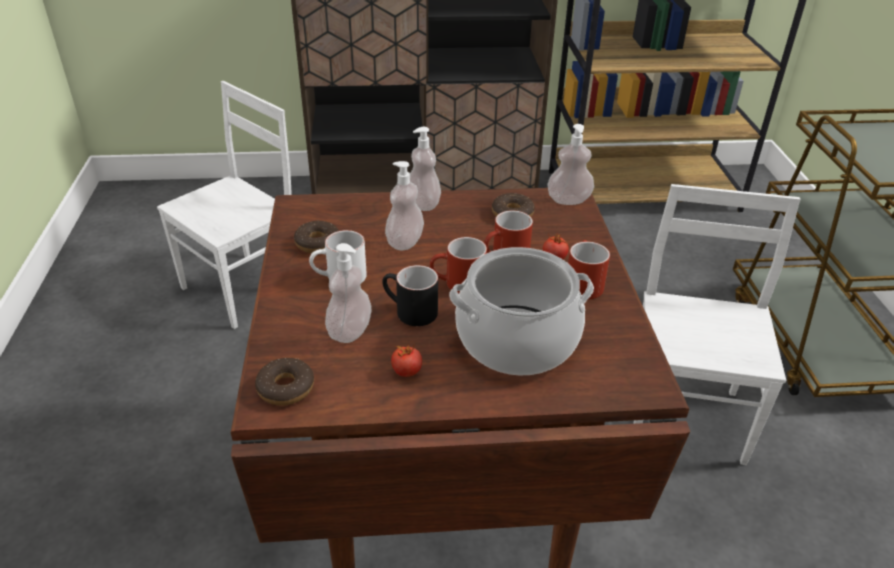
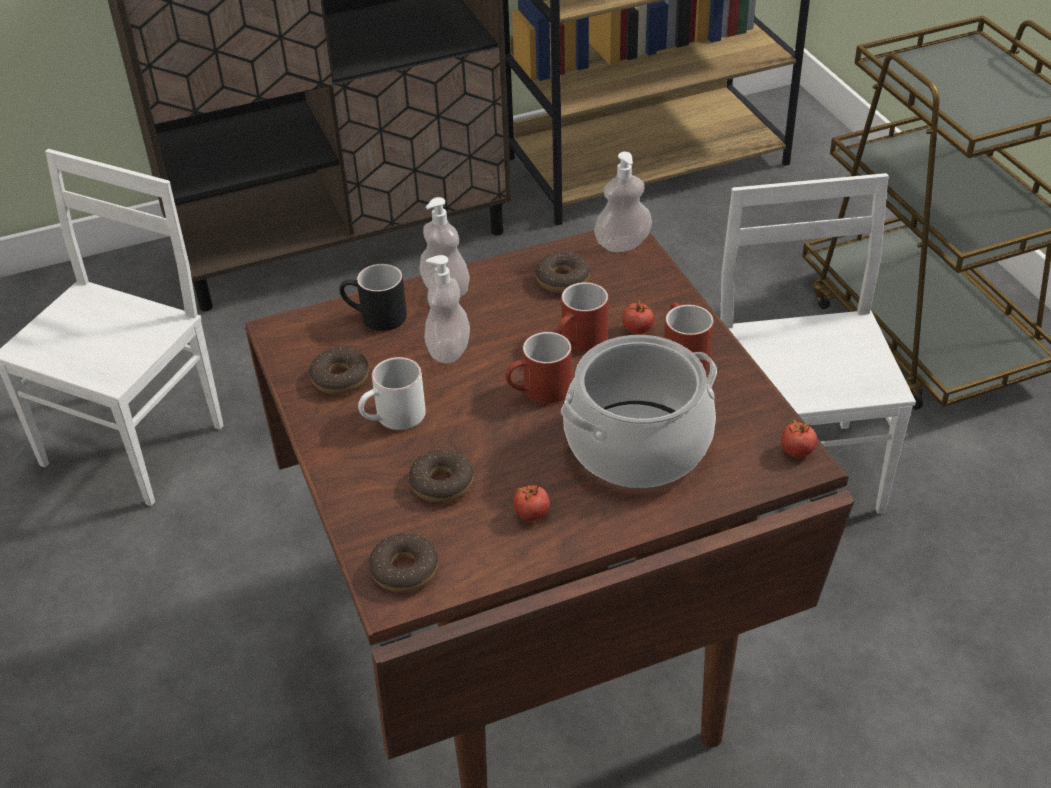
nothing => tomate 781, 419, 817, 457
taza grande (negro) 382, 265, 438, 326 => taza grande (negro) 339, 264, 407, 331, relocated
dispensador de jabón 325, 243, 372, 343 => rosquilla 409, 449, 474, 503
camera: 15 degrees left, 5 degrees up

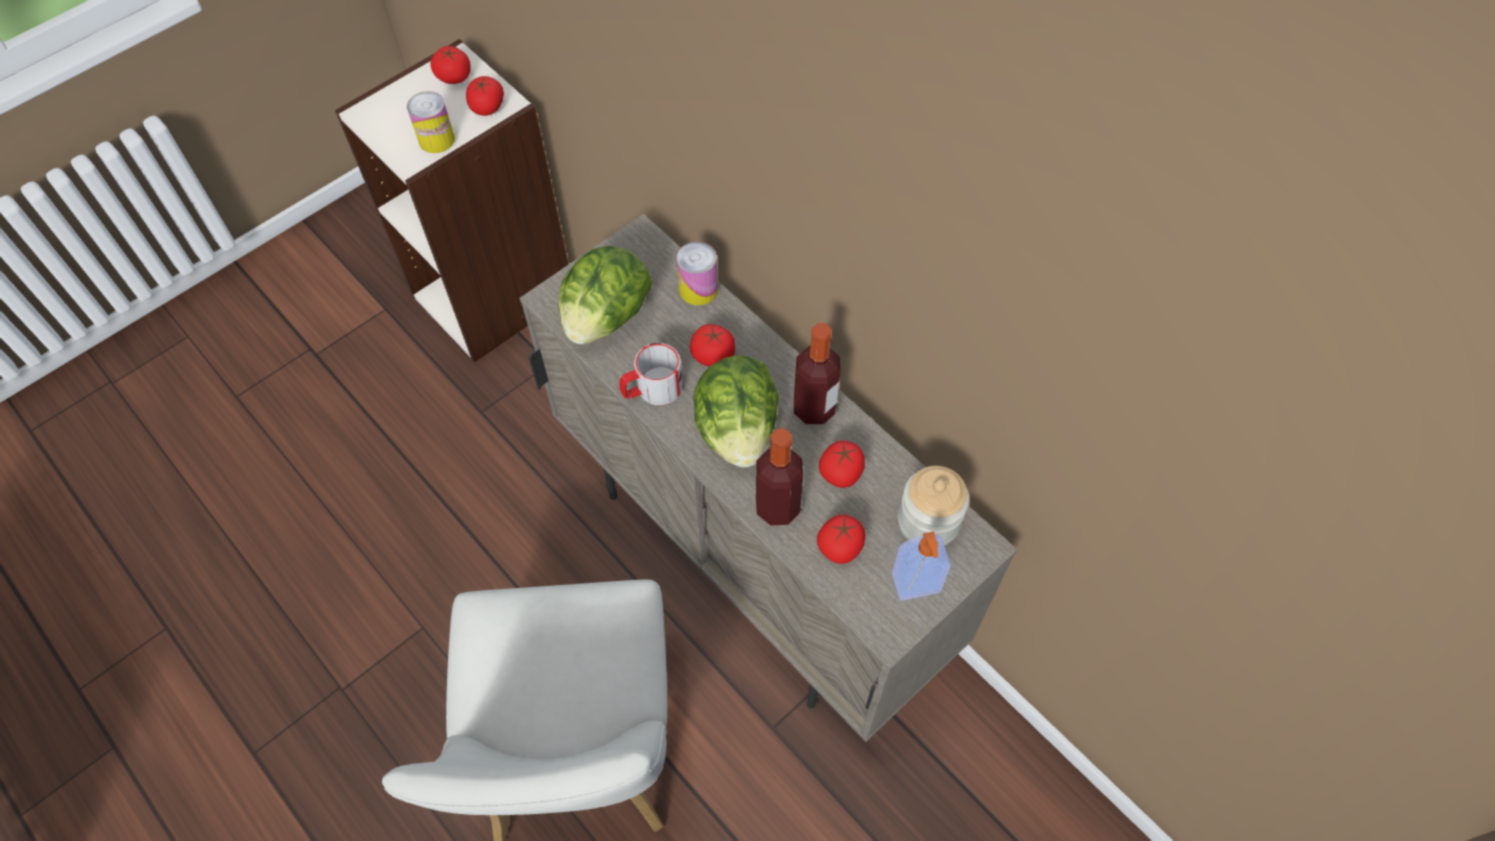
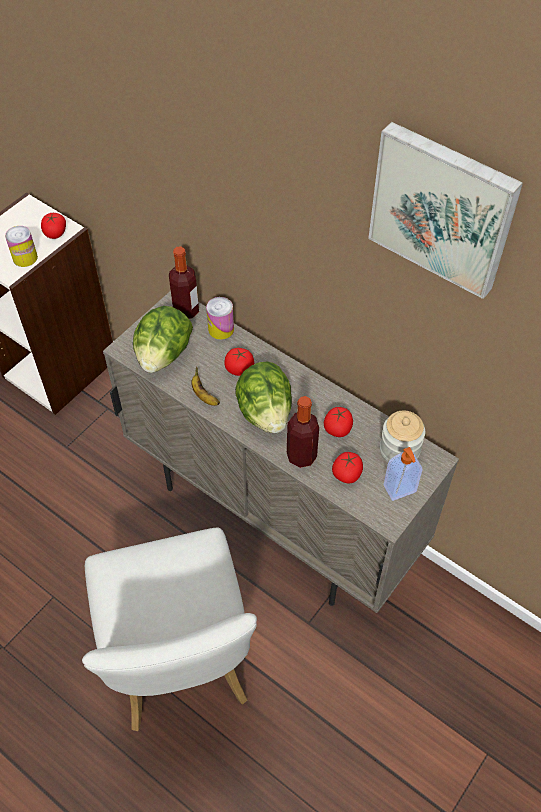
tomate 430, 46, 471, 84 => nothing
nothing => cuadro 368, 122, 523, 299
botella 794, 323, 840, 425 => botella 169, 246, 199, 319, relocated
taza grande 619, 343, 683, 405 => plátano 191, 366, 220, 406
camera: 10 degrees left, 5 degrees down

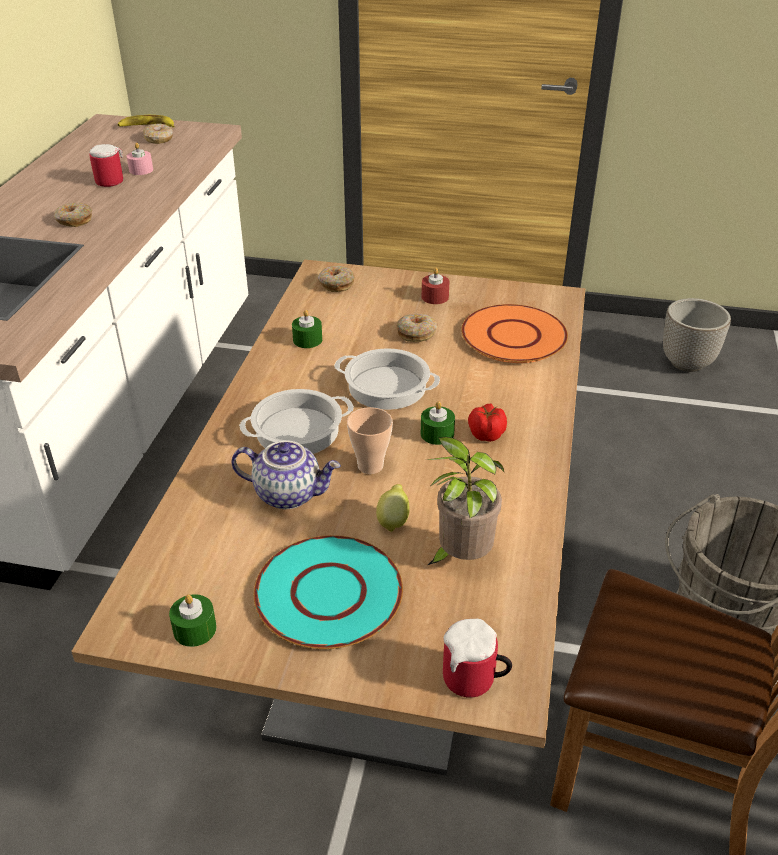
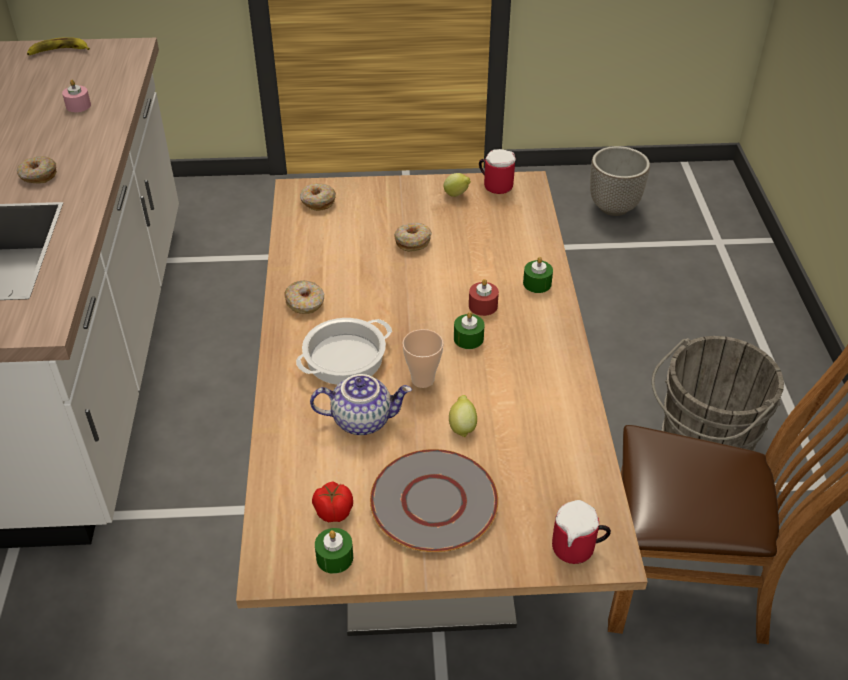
olla 334, 348, 440, 410 => nothing
planta en maceta 428, 437, 505, 565 => nothing
plato (naranja) 461, 304, 568, 363 => nothing
nothing => limón 443, 173, 471, 197
taza grande 89, 144, 123, 187 => taza grande 479, 149, 516, 194, relocated
rosquilla 143, 124, 173, 144 => rosquilla 284, 281, 324, 314, relocated
vela (verde) 292, 310, 322, 348 => vela (verde) 523, 257, 553, 293, relocated
vela (rojo) 422, 268, 449, 304 => vela (rojo) 469, 279, 499, 316, relocated
tomate 468, 404, 507, 442 => tomate 312, 481, 353, 523, relocated
plato (turquesa) 254, 535, 403, 649 => plato (gris) 370, 449, 498, 552
camera: 15 degrees left, 5 degrees up

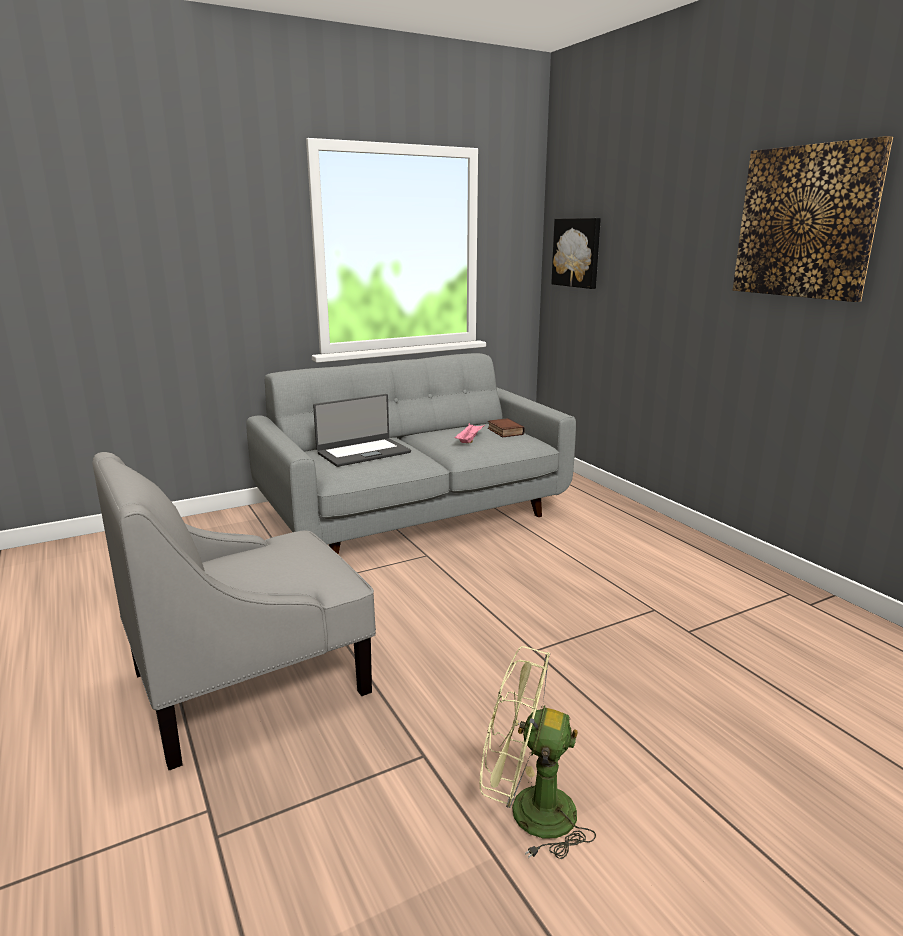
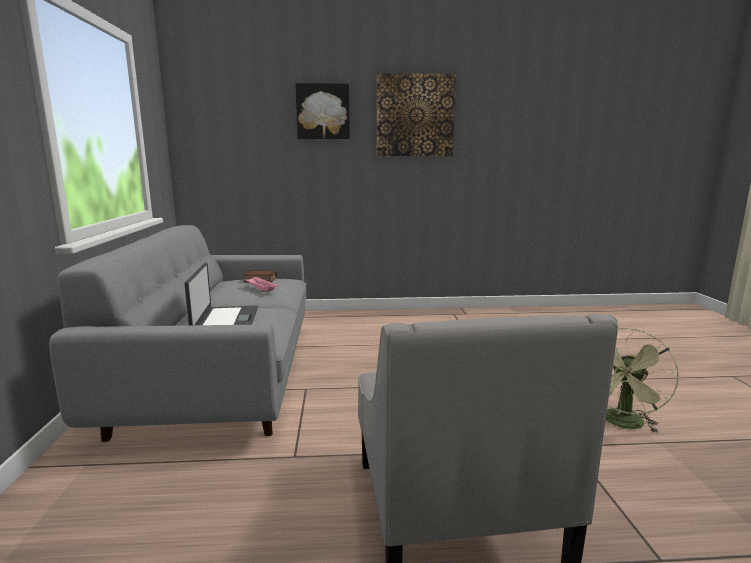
cuadro 551, 218, 601, 289 => cuadro 295, 83, 350, 139, relocated
camera: 65 degrees left, 5 degrees down

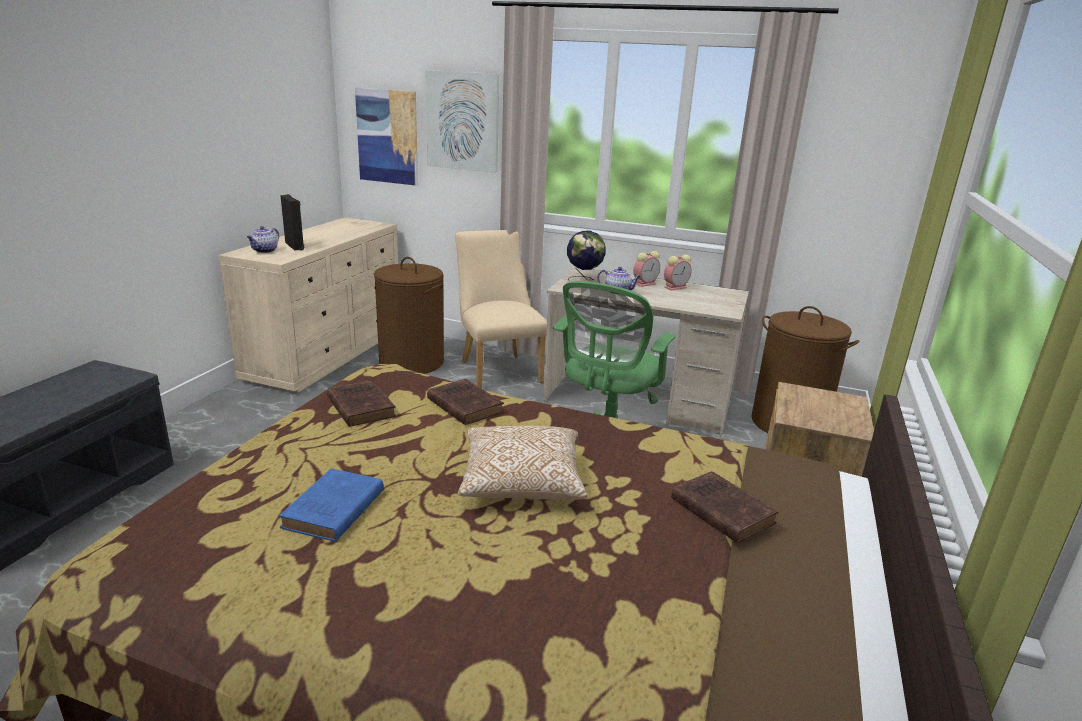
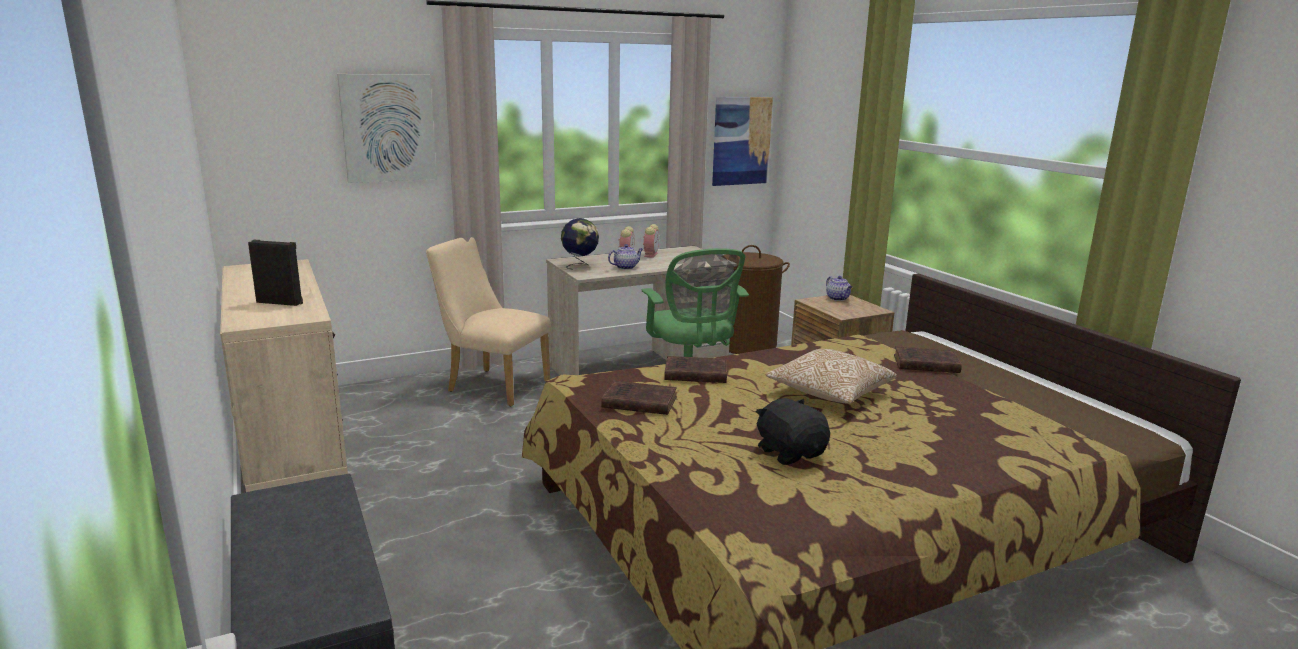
cesto de la ropa (marrón) 374, 257, 444, 374 => nothing
tetera 247, 226, 279, 253 => tetera 826, 276, 852, 301, relocated
cuadro 355, 88, 418, 186 => cuadro 712, 97, 773, 186, relocated
libro (azul) 279, 468, 384, 542 => peluche (negro) 756, 398, 830, 465
camera: 45 degrees left, 5 degrees down

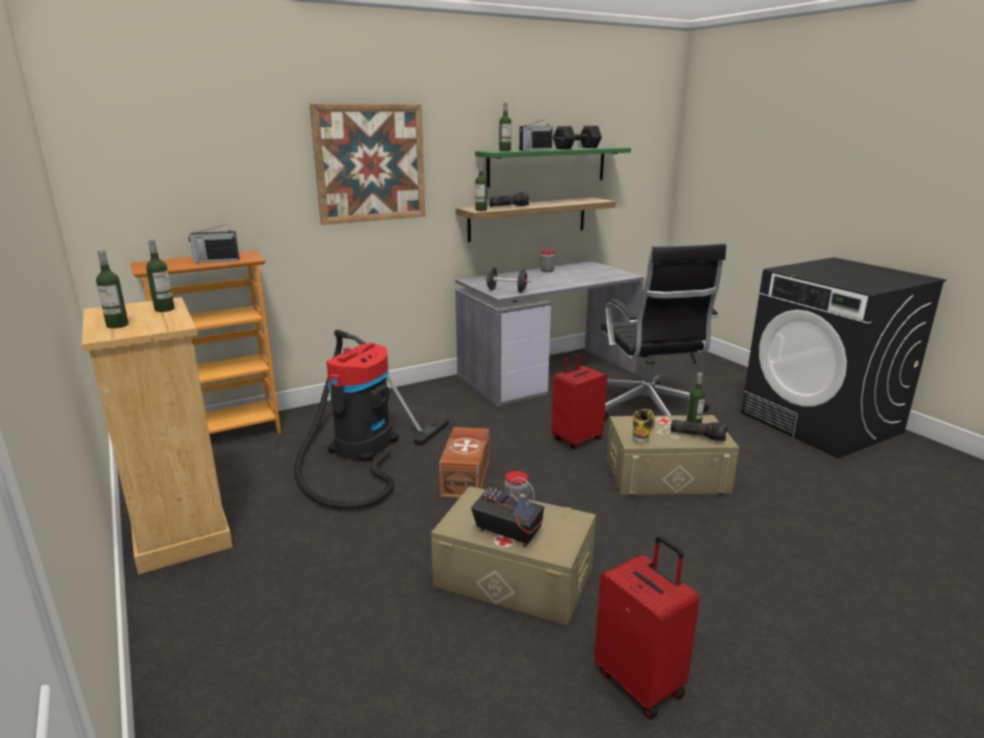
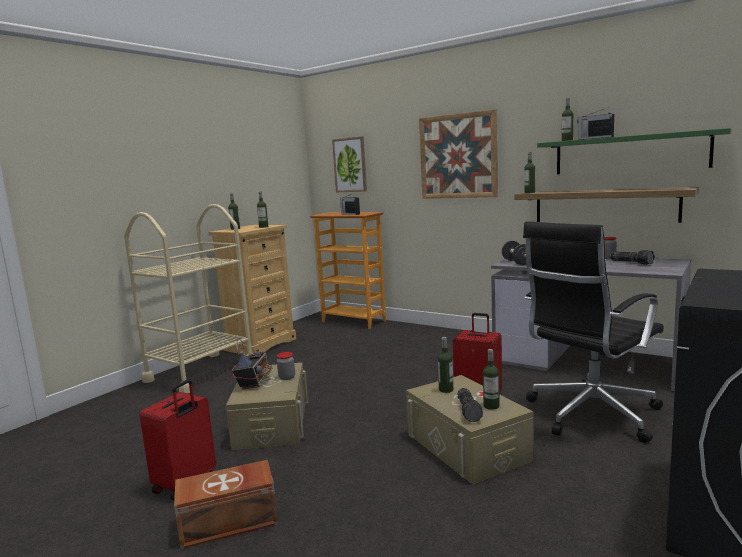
aspiradora 294, 330, 449, 510 => nothing
mancuerna (negro) 553, 126, 602, 149 => nothing
nothing => carrito (beis) 124, 204, 252, 394
nothing => cuadro 332, 137, 367, 192
caja de almacenaje (marrón) 439, 427, 489, 498 => caja de almacenaje (marrón) 174, 460, 278, 549, relocated
linterna 489, 192, 529, 207 => linterna 610, 250, 655, 265, relocated
bota 632, 409, 655, 444 => botella 438, 337, 453, 393
camera: 65 degrees right, 10 degrees down

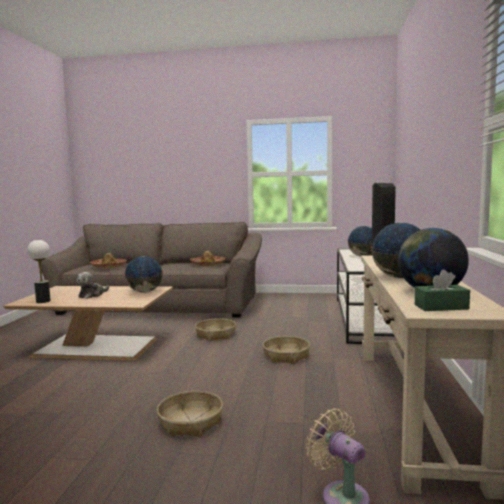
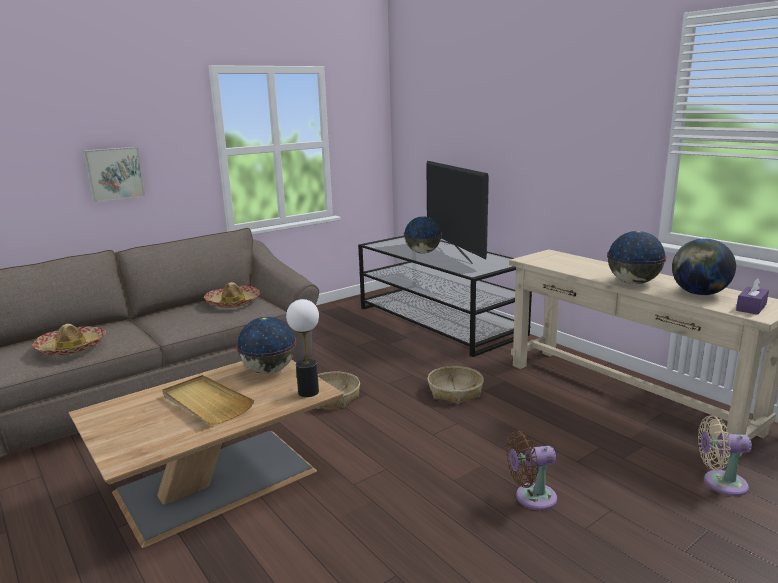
nothing => cuadro 83, 147, 145, 202
lámpara de mesa 27, 240, 51, 303 => lámpara de mesa 286, 299, 319, 397, relocated
peluche 77, 272, 109, 299 => bandeja (beis) 162, 375, 254, 424
cesta 157, 391, 223, 437 => ventilador (marrón) 506, 431, 557, 510
caja de pañuelos (verde) 415, 269, 470, 311 => caja de pañuelos (morado) 736, 278, 769, 315
camera: 45 degrees left, 10 degrees up

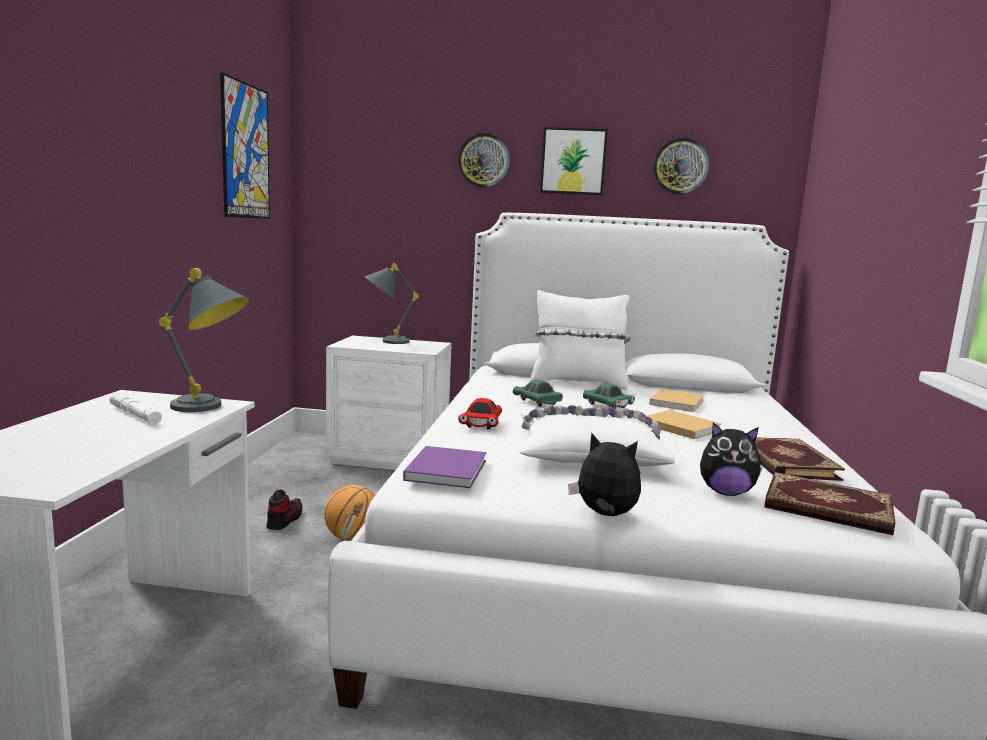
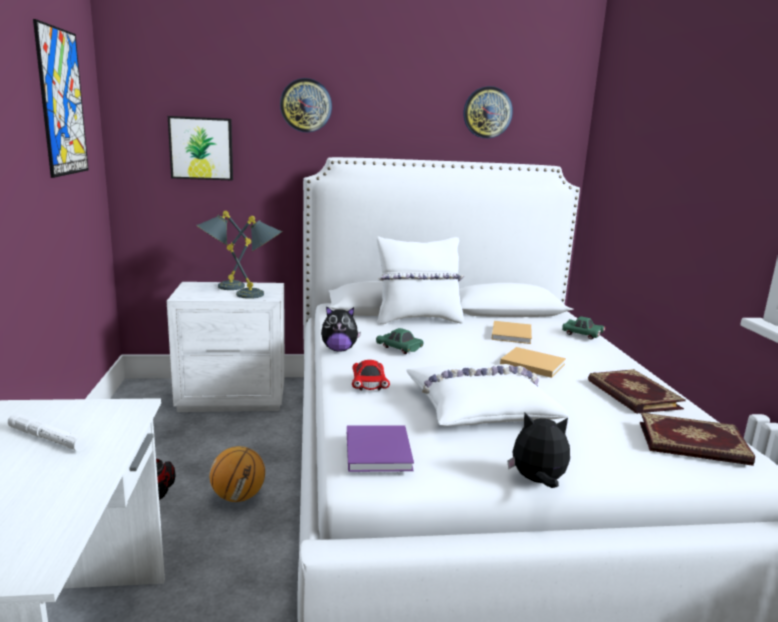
lámpara de mesa (gris) 159, 268, 249, 412 => lámpara de mesa (gris) 227, 216, 282, 299, relocated
cuadro 540, 127, 608, 195 => cuadro 168, 116, 233, 180, relocated
coche de juguete (verde) 583, 383, 635, 408 => coche de juguete (verde) 562, 316, 605, 340, relocated
peluche 700, 422, 763, 496 => peluche 321, 306, 361, 352, relocated
camera: 15 degrees left, 5 degrees up

